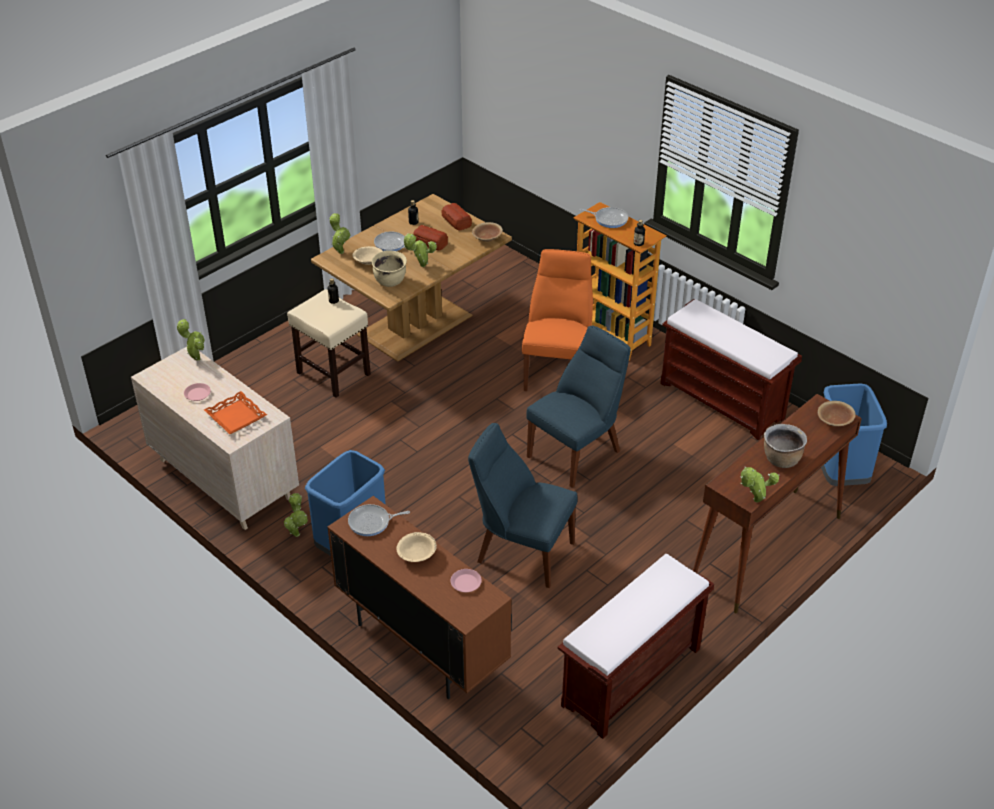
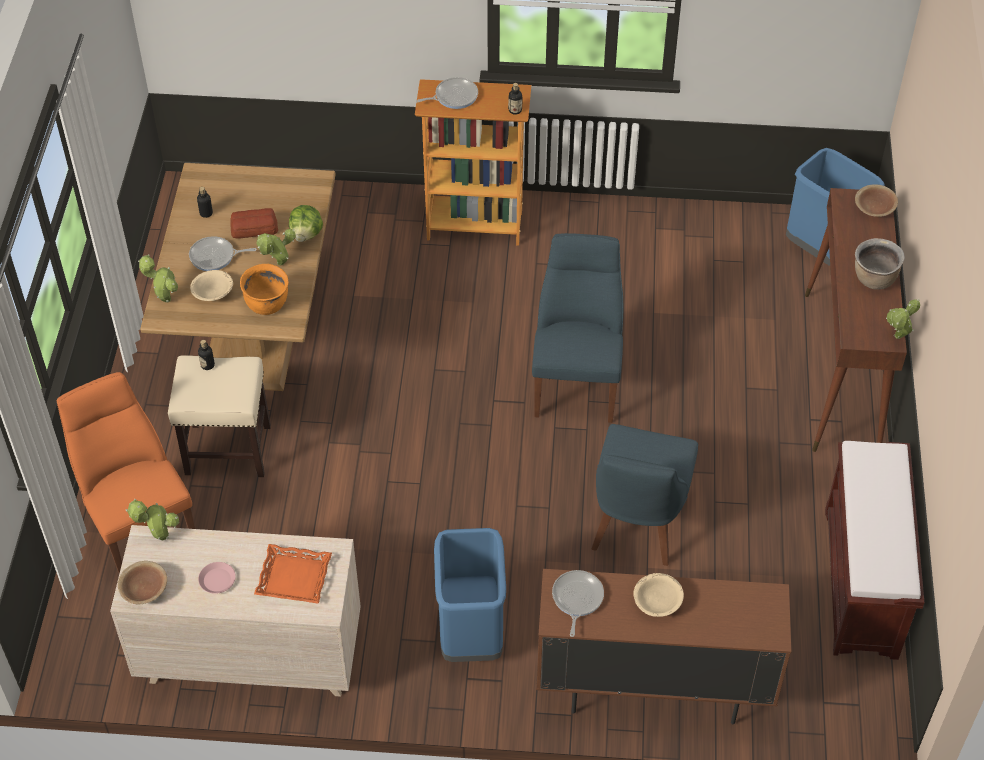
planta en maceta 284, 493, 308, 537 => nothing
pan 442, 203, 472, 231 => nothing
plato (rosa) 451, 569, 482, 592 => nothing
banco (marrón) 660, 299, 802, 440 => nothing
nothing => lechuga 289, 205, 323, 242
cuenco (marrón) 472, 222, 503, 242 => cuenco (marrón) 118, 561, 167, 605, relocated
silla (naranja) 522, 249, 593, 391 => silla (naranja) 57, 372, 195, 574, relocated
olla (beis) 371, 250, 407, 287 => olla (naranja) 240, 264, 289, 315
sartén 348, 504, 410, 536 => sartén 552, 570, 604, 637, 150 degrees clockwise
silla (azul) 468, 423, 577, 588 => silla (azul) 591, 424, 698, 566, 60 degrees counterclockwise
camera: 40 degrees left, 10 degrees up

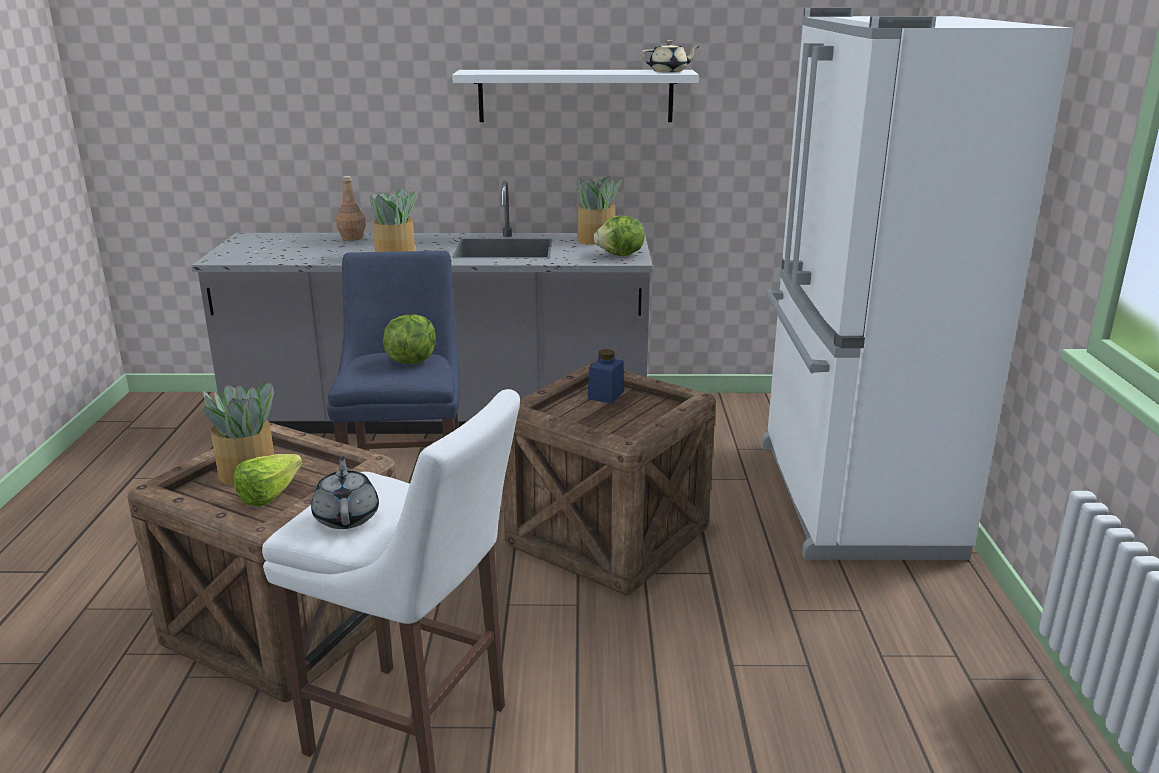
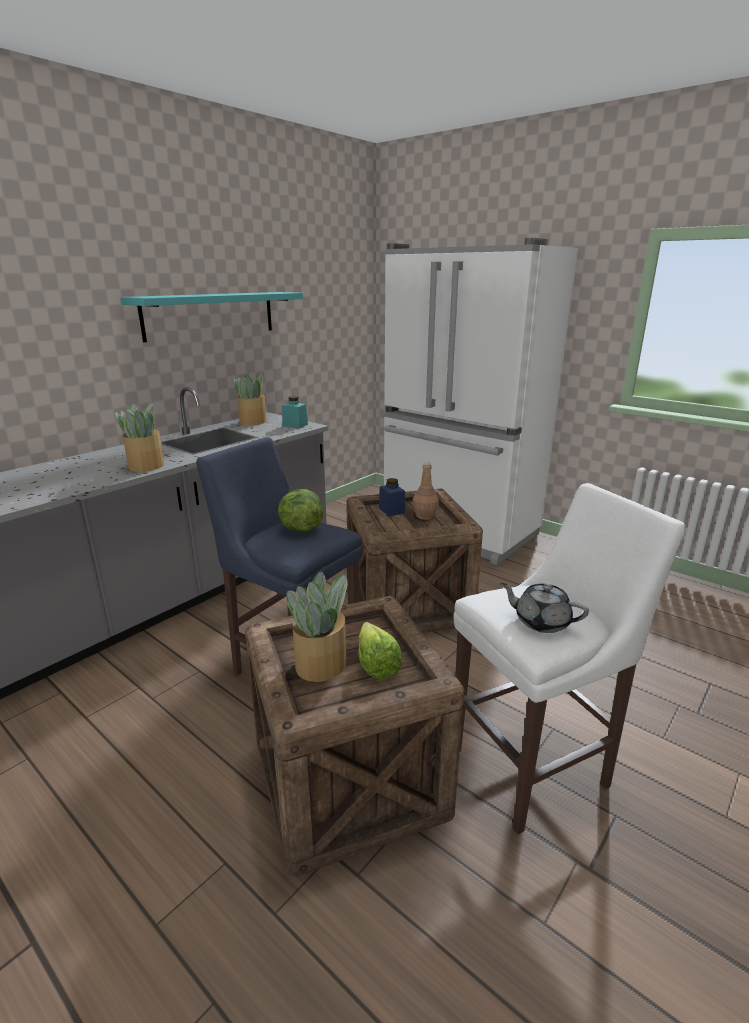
tetera (beis) 641, 40, 700, 72 => nothing
botella (marrón) 336, 176, 366, 241 => botella (marrón) 412, 462, 439, 520, relocated
lechuga 594, 215, 644, 256 => tarro (turquesa) 282, 396, 308, 428
estante (blanco) 452, 70, 699, 122 => estante (turquesa) 120, 292, 303, 342
camera: 50 degrees left, 0 degrees up

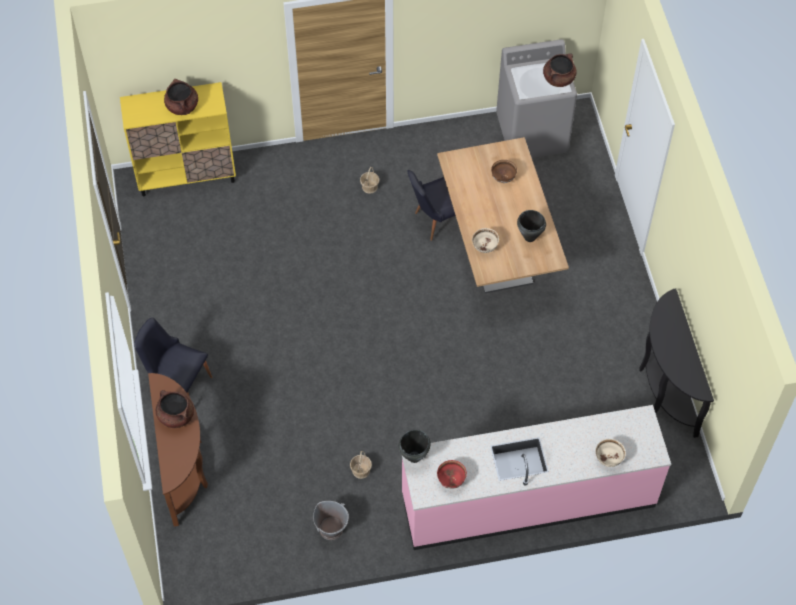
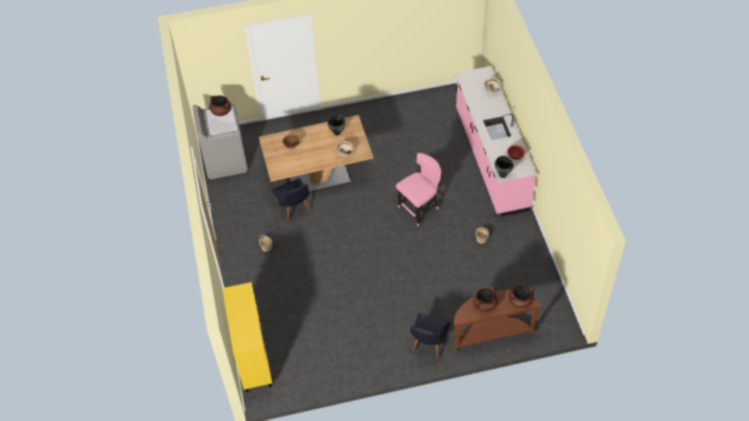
cubo (gris) 313, 501, 349, 540 => nothing
mesa consola (negro) 639, 288, 714, 438 => nothing
nothing => silla (rosa) 396, 153, 441, 227
olla (marrón) 164, 79, 198, 115 => olla (marrón) 509, 284, 535, 308, relocated
camera: 90 degrees left, 5 degrees down

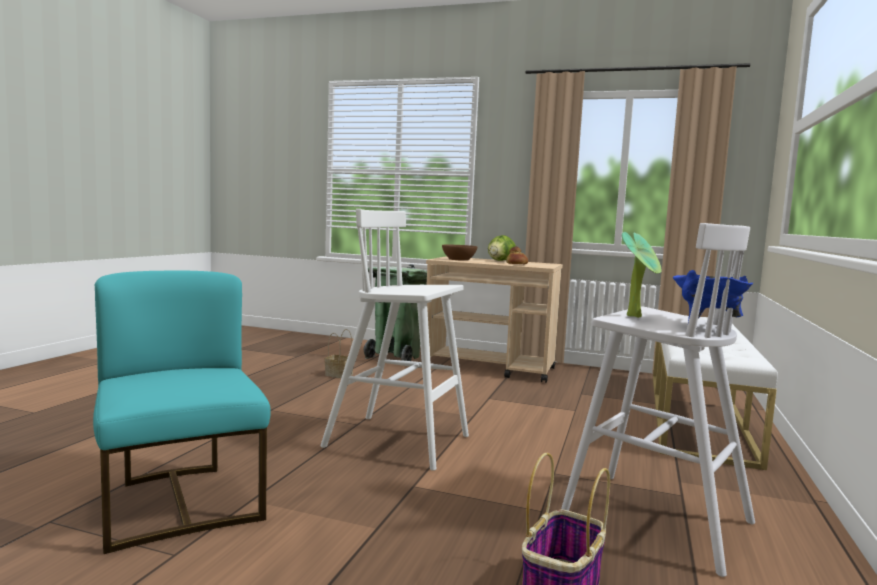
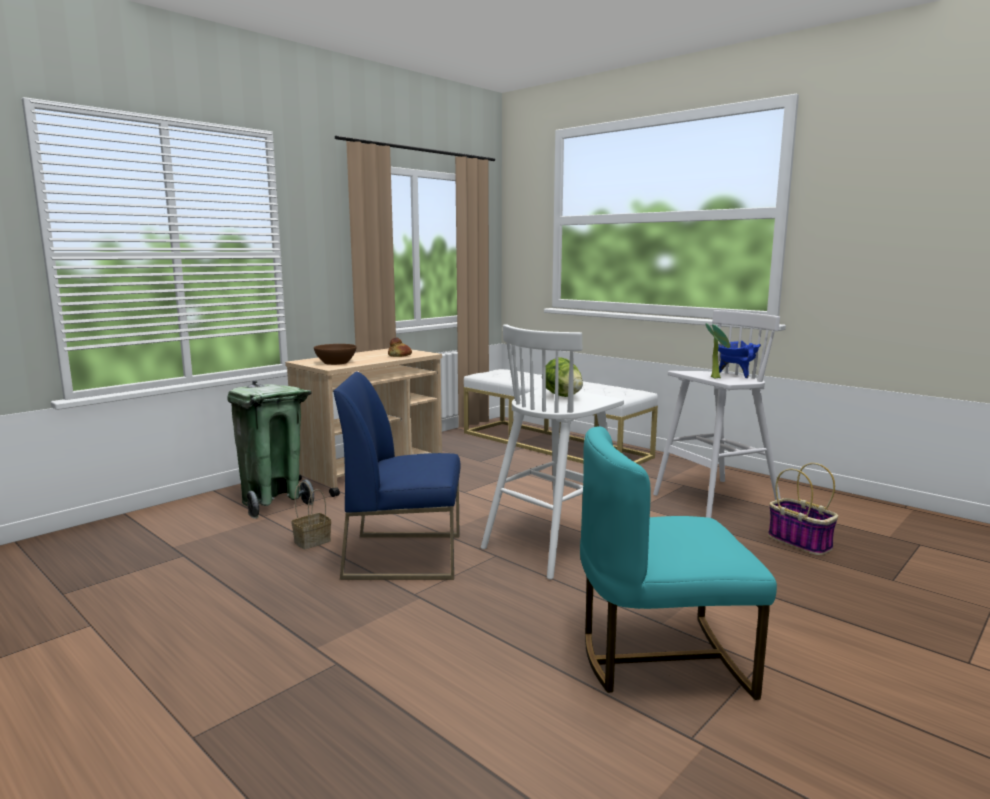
nothing => silla (azul) 333, 372, 460, 580
lechuga 488, 235, 516, 261 => lechuga 546, 357, 583, 397, relocated
camera: 65 degrees left, 5 degrees up

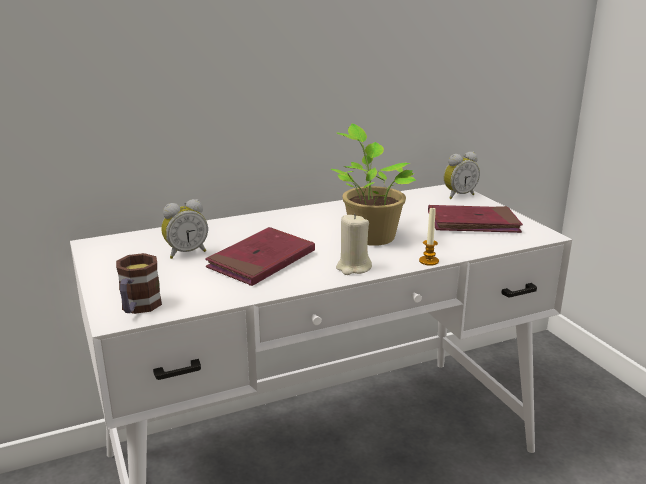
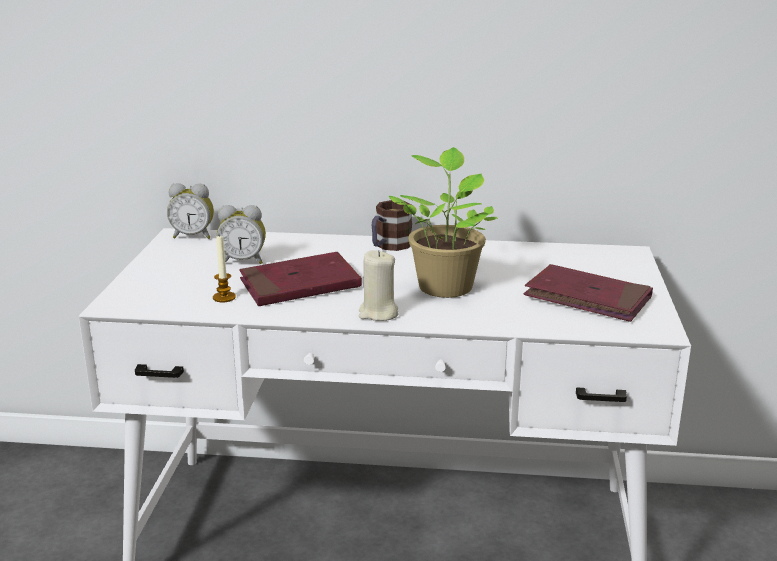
taza grande 116, 253, 162, 314 => taza grande 372, 200, 412, 251, relocated
vela 419, 207, 439, 266 => vela 213, 234, 236, 302, relocated
despertador 444, 152, 480, 199 => despertador 167, 183, 214, 239, relocated
camera: 30 degrees right, 0 degrees up

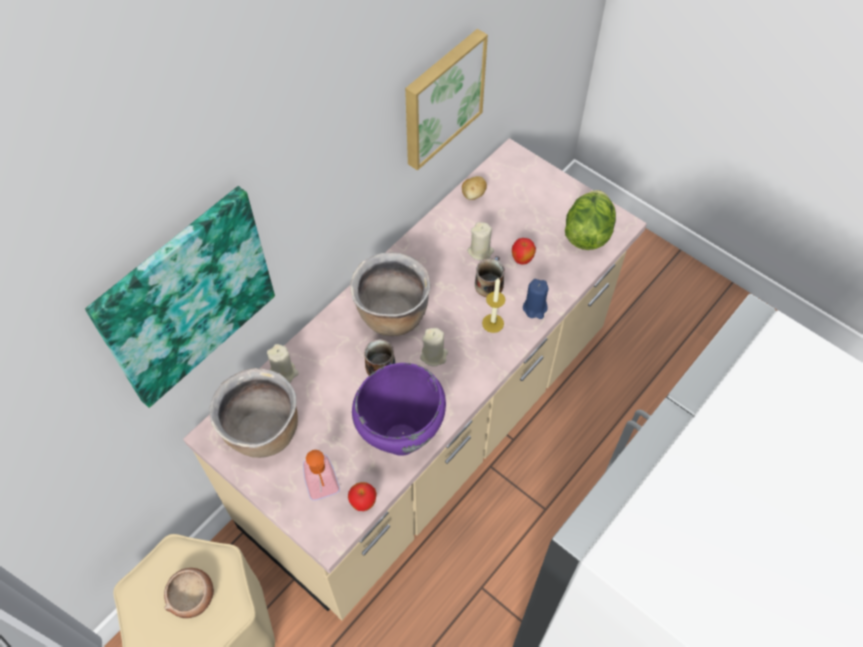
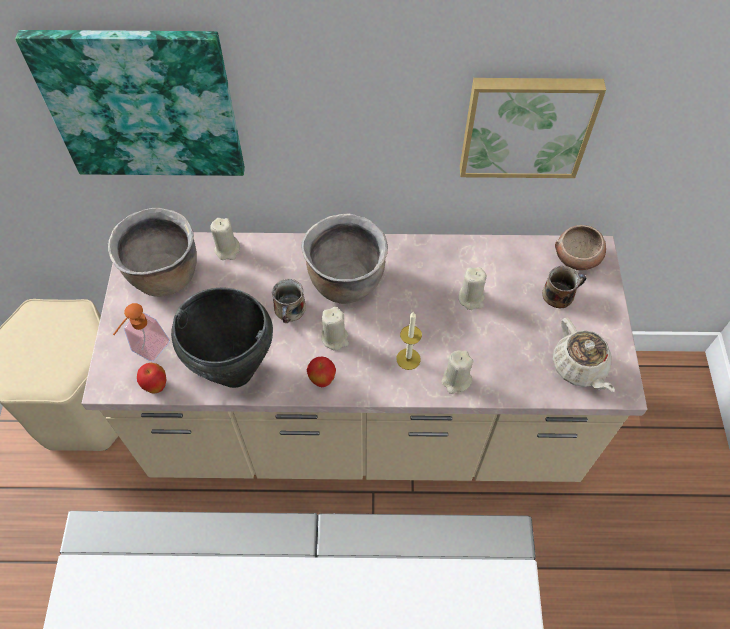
patata 462, 176, 487, 200 => nothing
cuenco 164, 568, 214, 618 => cuenco 555, 225, 606, 270, relocated
taza grande 475, 256, 505, 297 => taza grande 542, 266, 587, 308, relocated
manzana 512, 238, 536, 265 => manzana 307, 357, 336, 387, relocated
lechuga 565, 190, 616, 250 => tetera (beis) 553, 318, 615, 392
olla (morado) 352, 363, 446, 456 => olla (negro) 171, 287, 273, 388
vela (azul) 523, 279, 548, 319 => vela (beis) 441, 350, 473, 394
camera: 50 degrees right, 0 degrees up

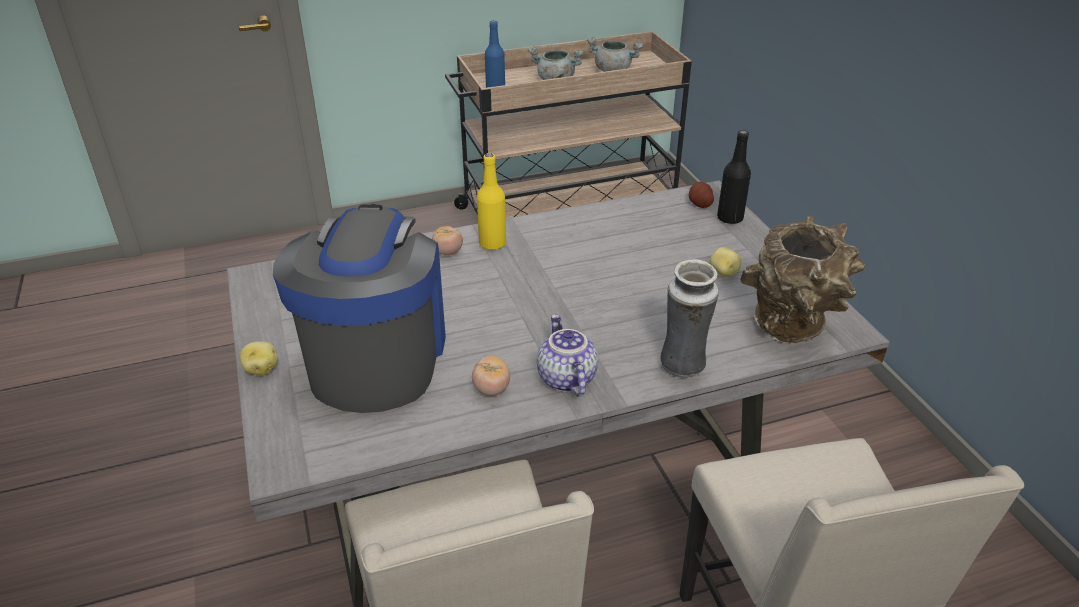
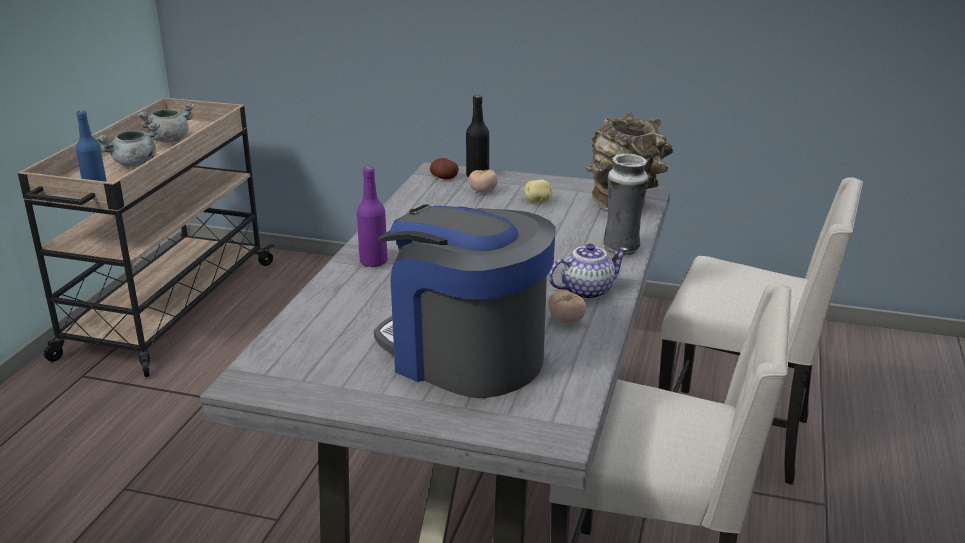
patata 239, 341, 278, 375 => nothing
tomate 432, 226, 463, 255 => tomate 468, 170, 498, 193, relocated
botella (amarillo) 477, 153, 506, 250 => botella (morado) 357, 167, 388, 268
tetera 537, 314, 598, 396 => tetera 549, 243, 628, 300, 135 degrees clockwise
camera: 55 degrees left, 10 degrees down

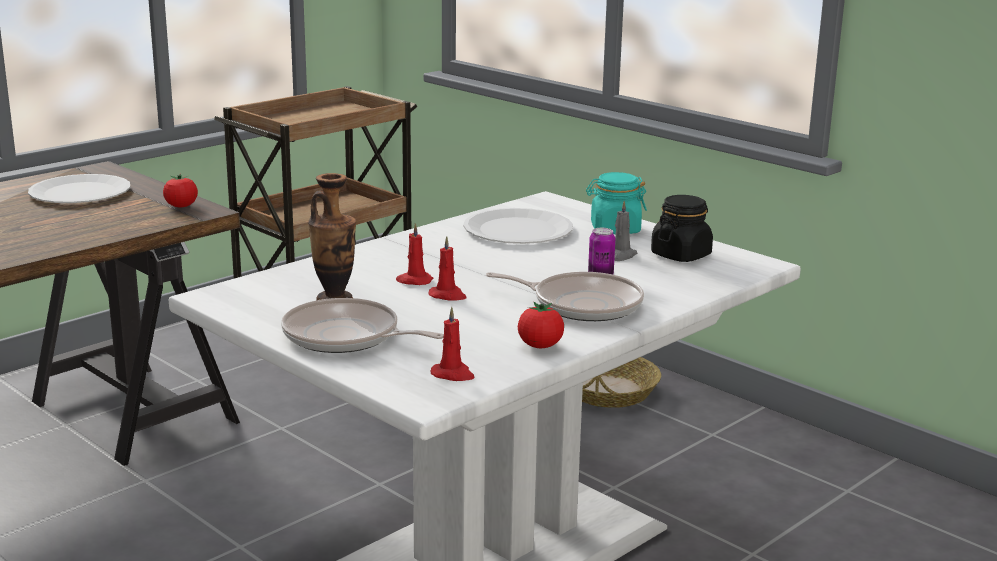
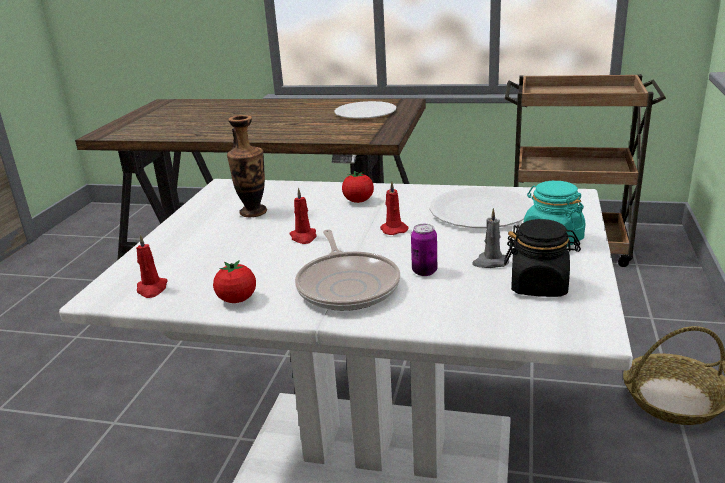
sartén 281, 298, 444, 353 => nothing
tomate 163, 174, 198, 207 => tomate 342, 170, 374, 203, relocated
vela (rojo) 396, 223, 433, 285 => vela (rojo) 380, 181, 409, 235, relocated
camera: 60 degrees right, 5 degrees up

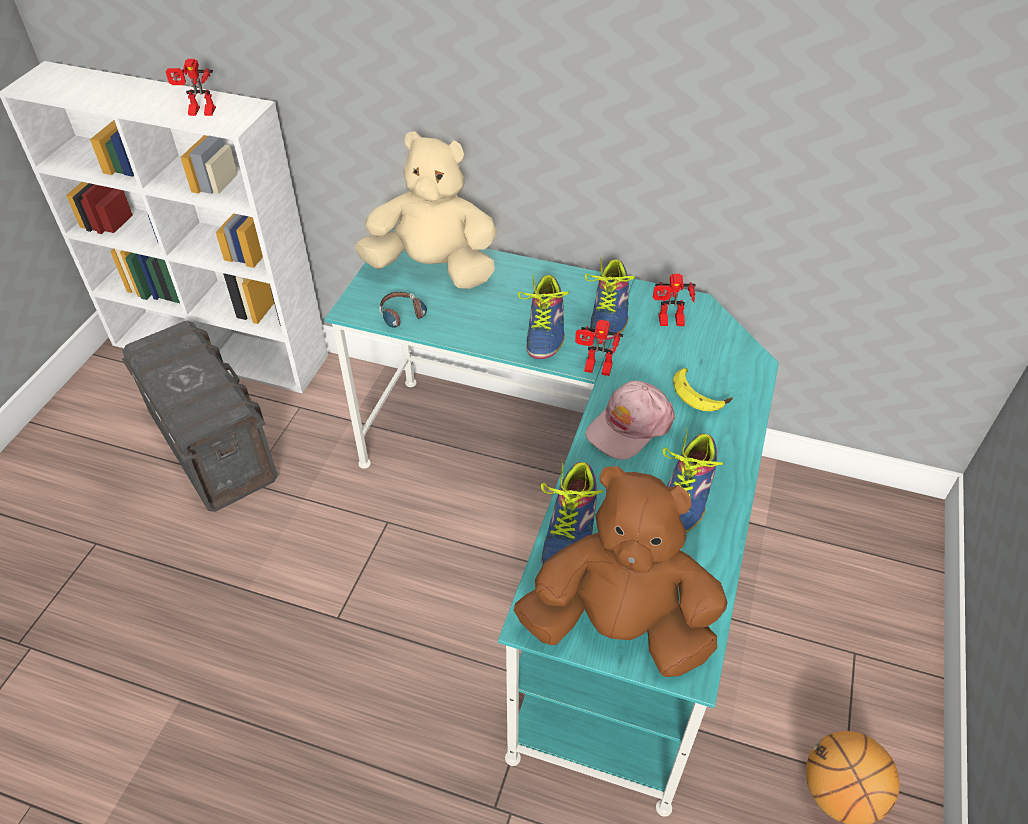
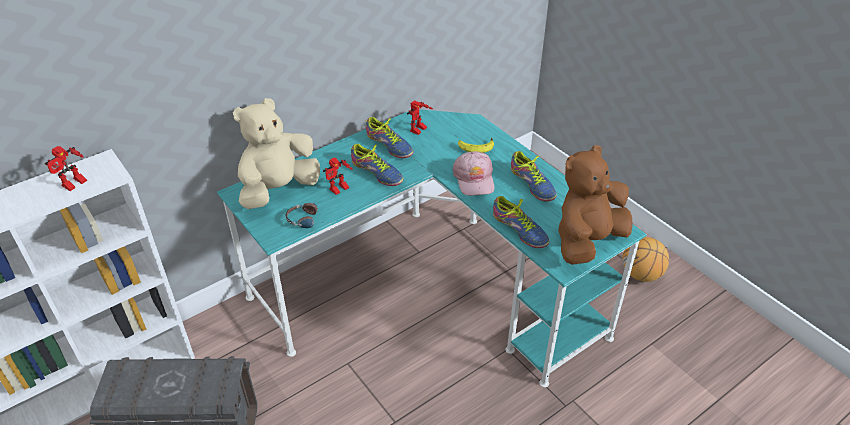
robot de juguete 575, 320, 623, 376 => robot de juguete 323, 158, 353, 195, relocated
camera: 55 degrees left, 5 degrees down

